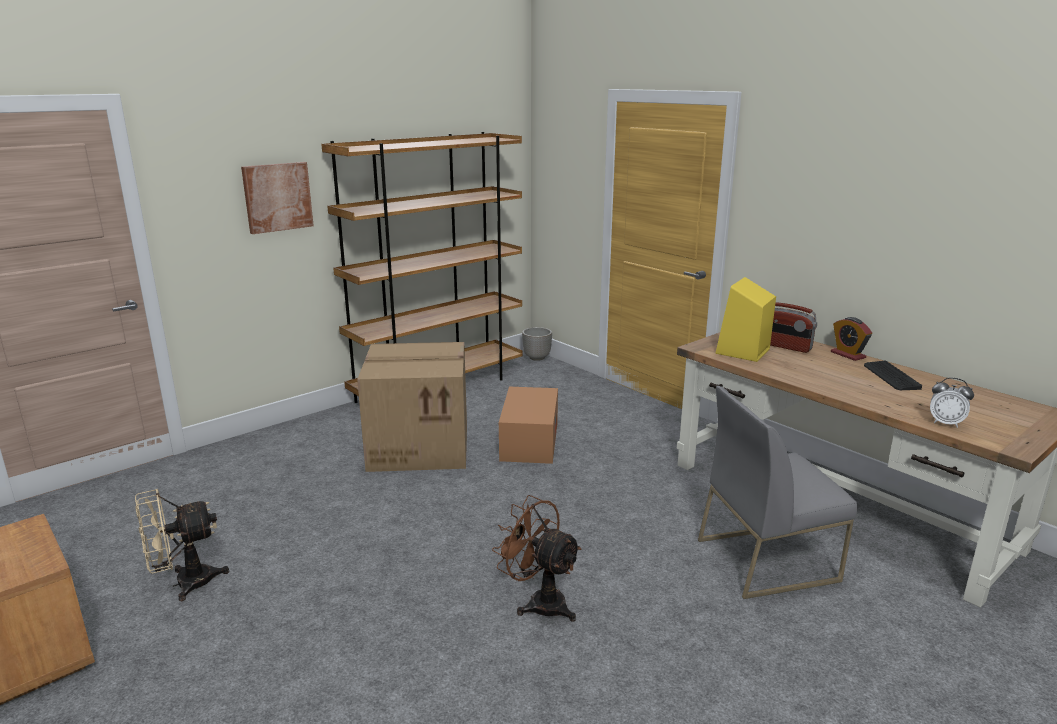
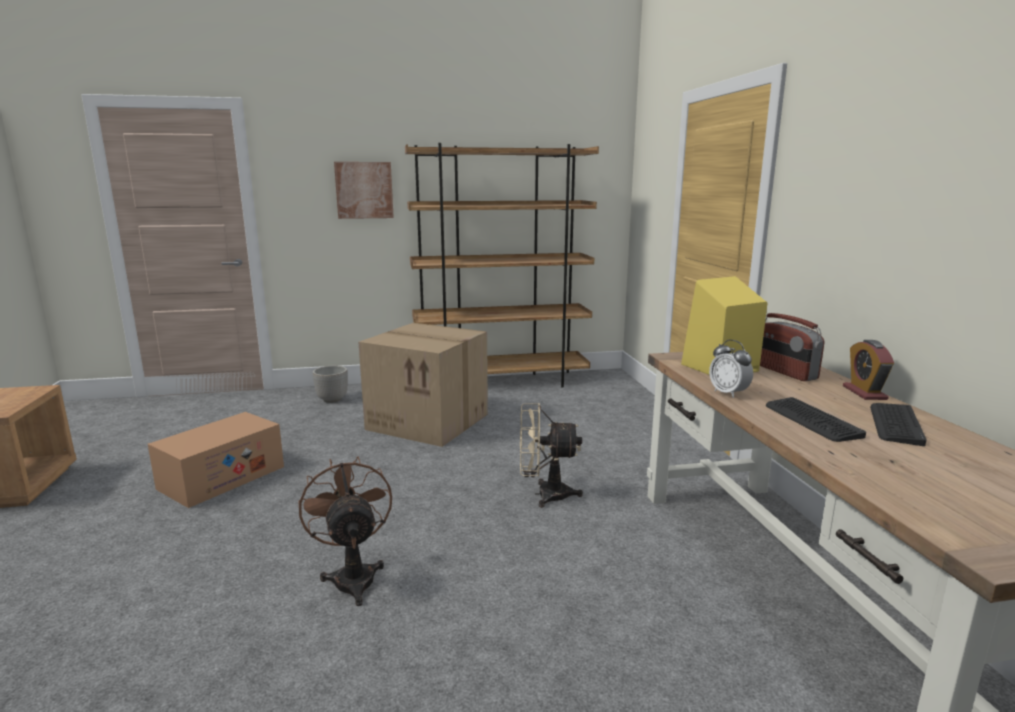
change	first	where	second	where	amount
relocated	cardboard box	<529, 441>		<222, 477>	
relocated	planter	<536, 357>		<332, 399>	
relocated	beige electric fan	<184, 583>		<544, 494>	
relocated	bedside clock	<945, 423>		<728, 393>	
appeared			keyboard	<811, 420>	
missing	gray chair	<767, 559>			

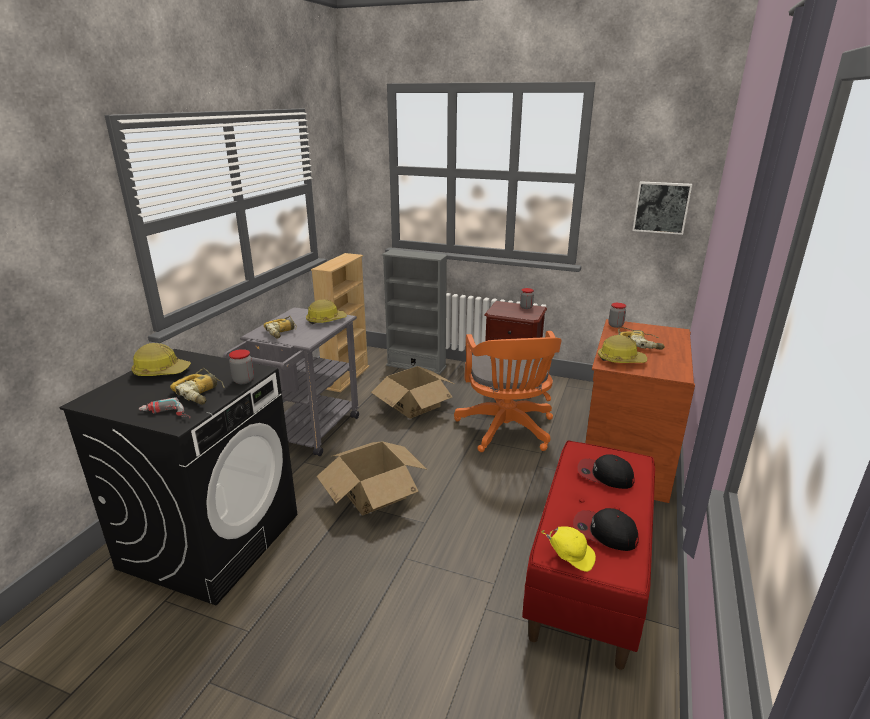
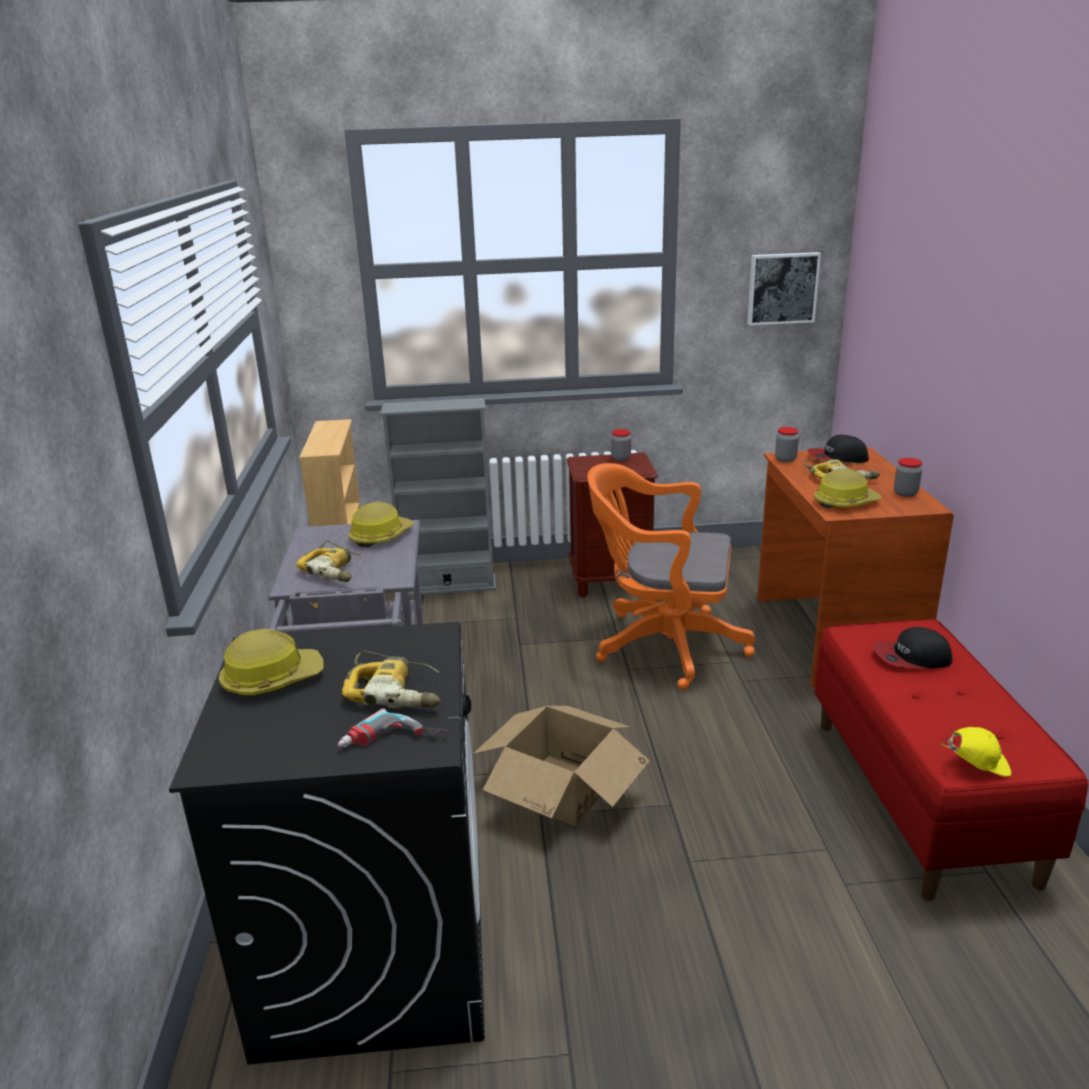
change	first	where	second	where	amount
spun	orange-coloured computer chair	<507, 431>		<662, 645>	135 degrees clockwise
relocated	baseball cap	<604, 532>		<837, 458>	
relocated	preserve jar	<243, 380>		<905, 493>	
missing	cardboard box	<414, 405>			

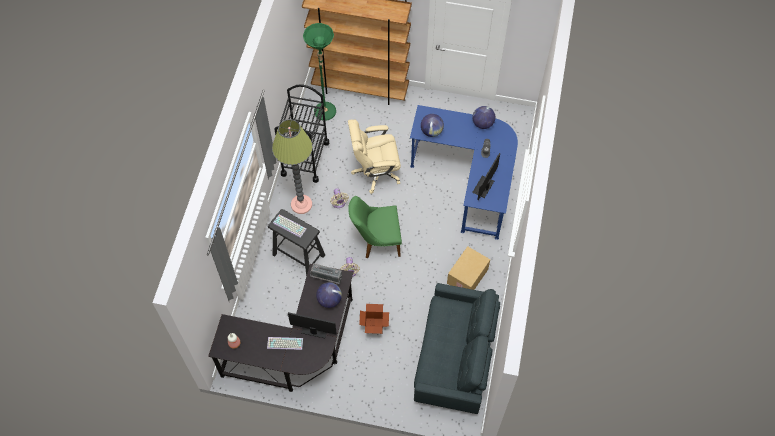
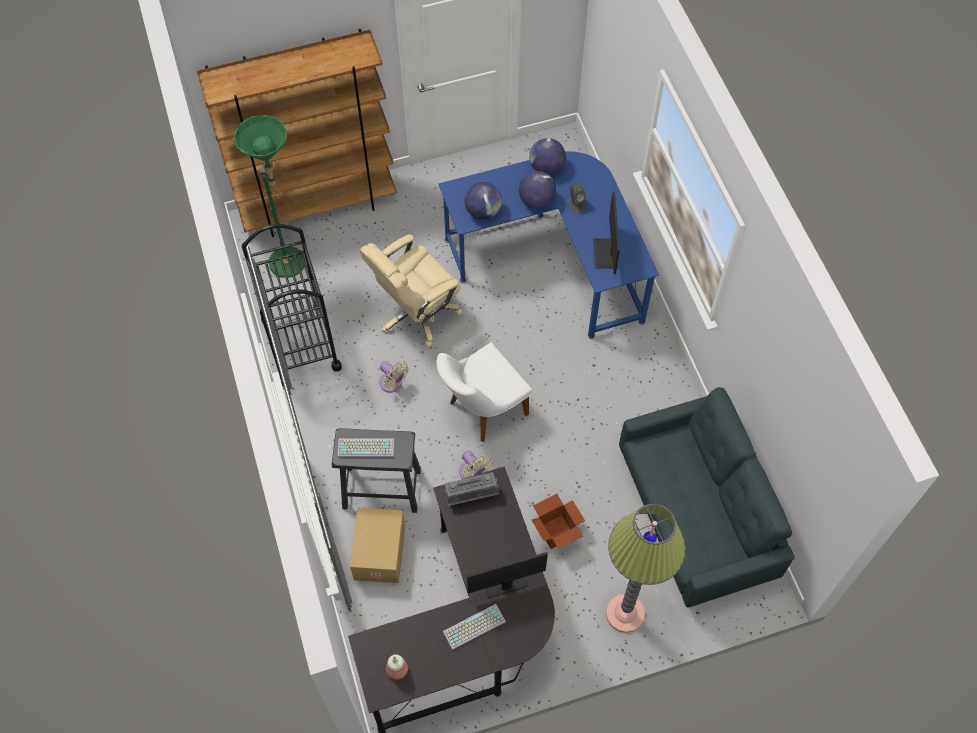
change	first	where	second	where	amount
relocated	cardboard box	<467, 277>		<380, 552>	
colour	green chair	<376, 241>	white-coloured chair	<481, 411>	
relocated	world globe	<329, 300>		<536, 200>	
relocated	floor lamp	<301, 204>		<625, 614>	

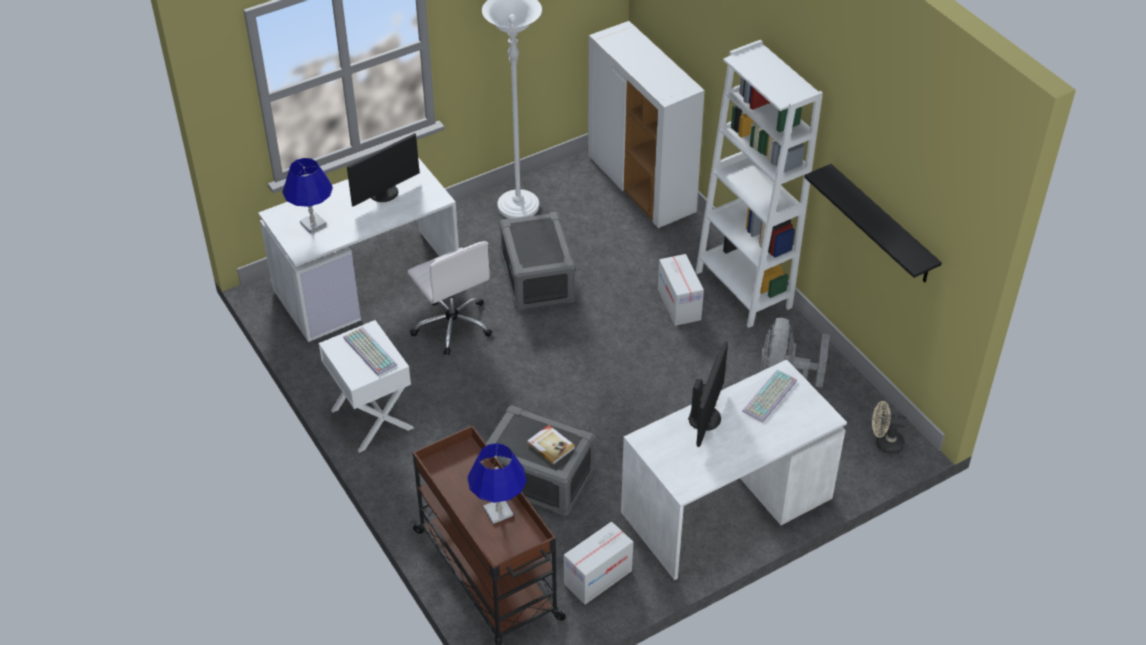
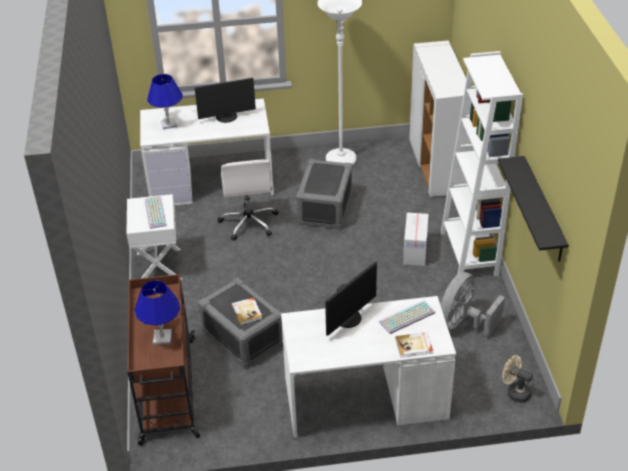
change	first	where	second	where	amount
appeared			book	<414, 346>	
missing	cardboard box	<598, 577>			

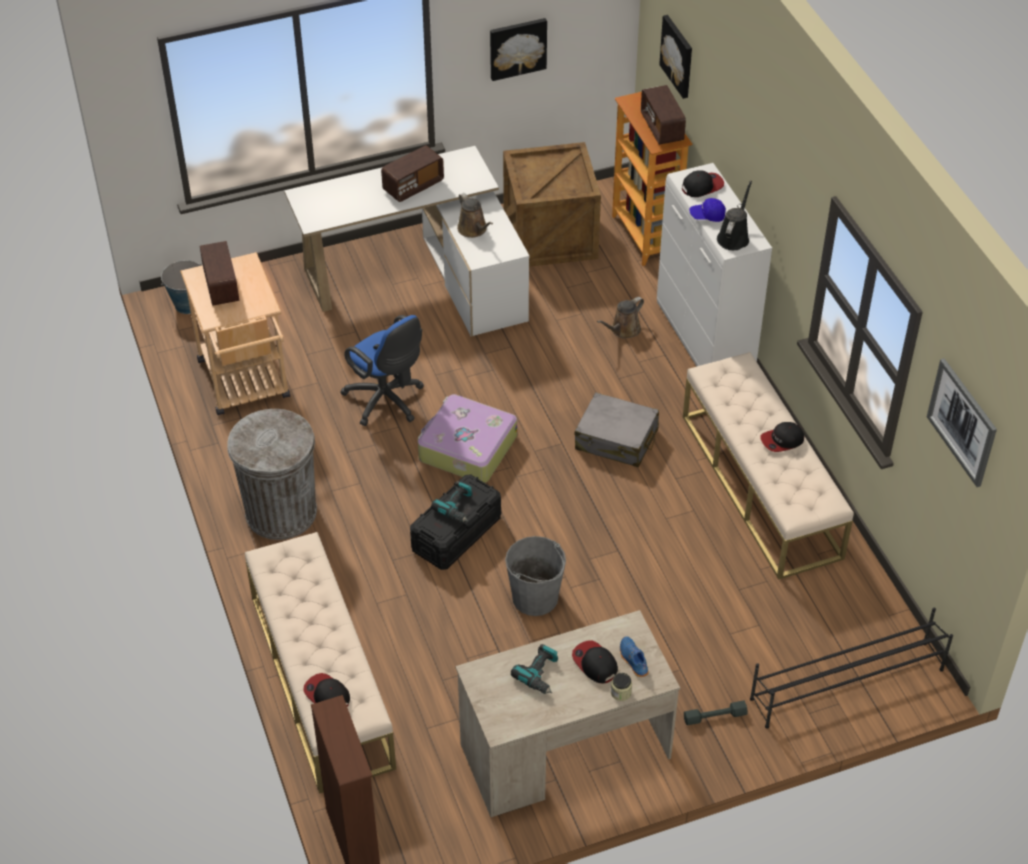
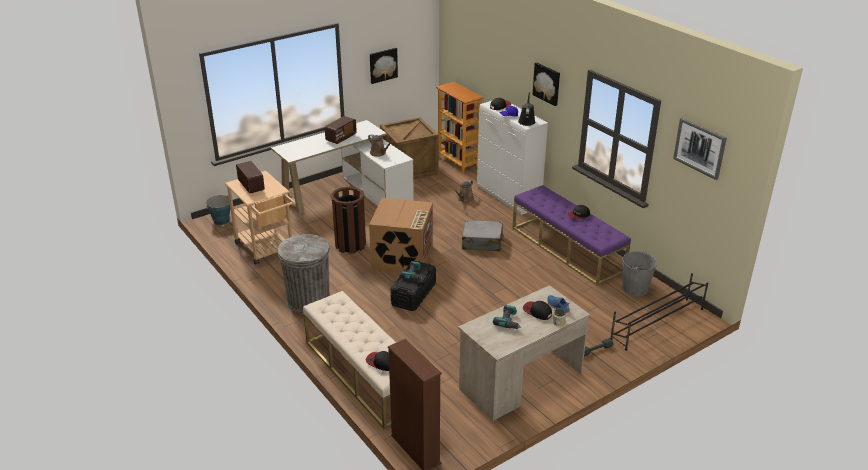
change	first	where	second	where	amount
exchanged	blue-coloured computer chair	<387, 402>	brown-coloured rubbish bin	<350, 245>	
exchanged	suitcase	<466, 448>	cardboard box	<403, 257>	
colour	beige indoor bench	<761, 486>	purple indoor bench	<567, 249>	
relocated	wall picture	<678, 56>		<547, 83>	
relocated	gray pail	<535, 597>		<635, 288>	
missing	radio	<662, 128>			

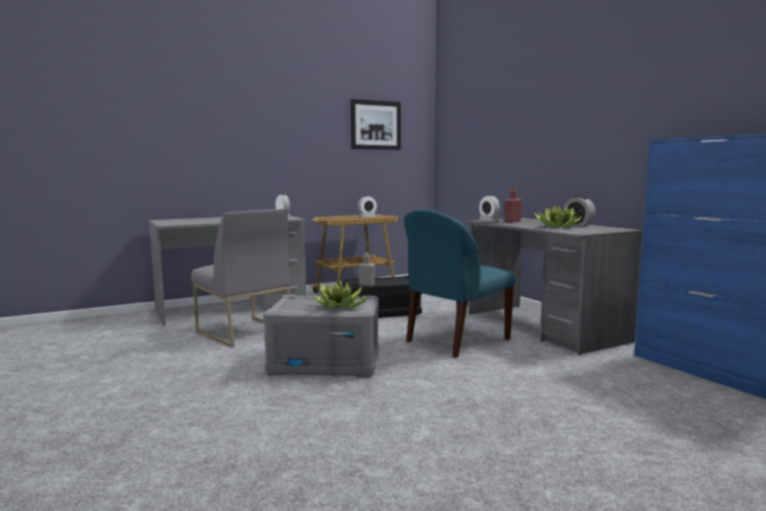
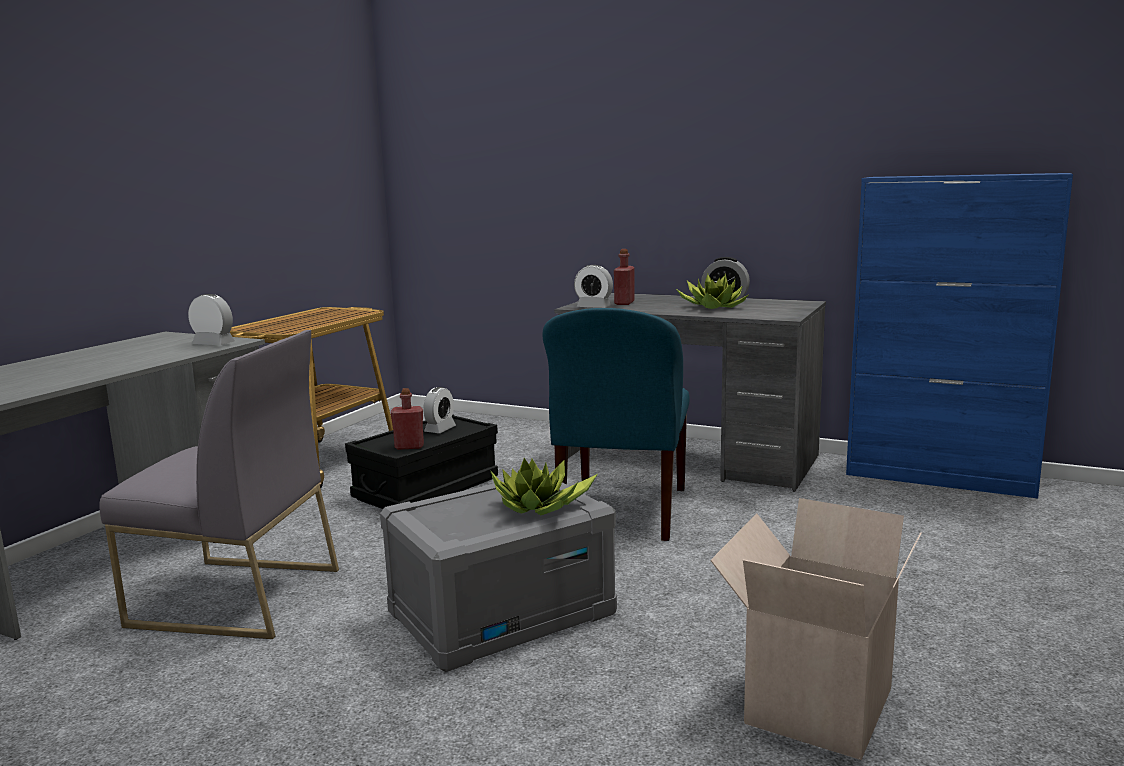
change	first	where	second	where	amount
colour	gray bottle	<366, 285>	red-coloured bottle	<409, 447>	
relocated	bedside clock	<367, 217>		<440, 429>	
appeared			cardboard box	<815, 703>	
missing	wall picture	<375, 125>			

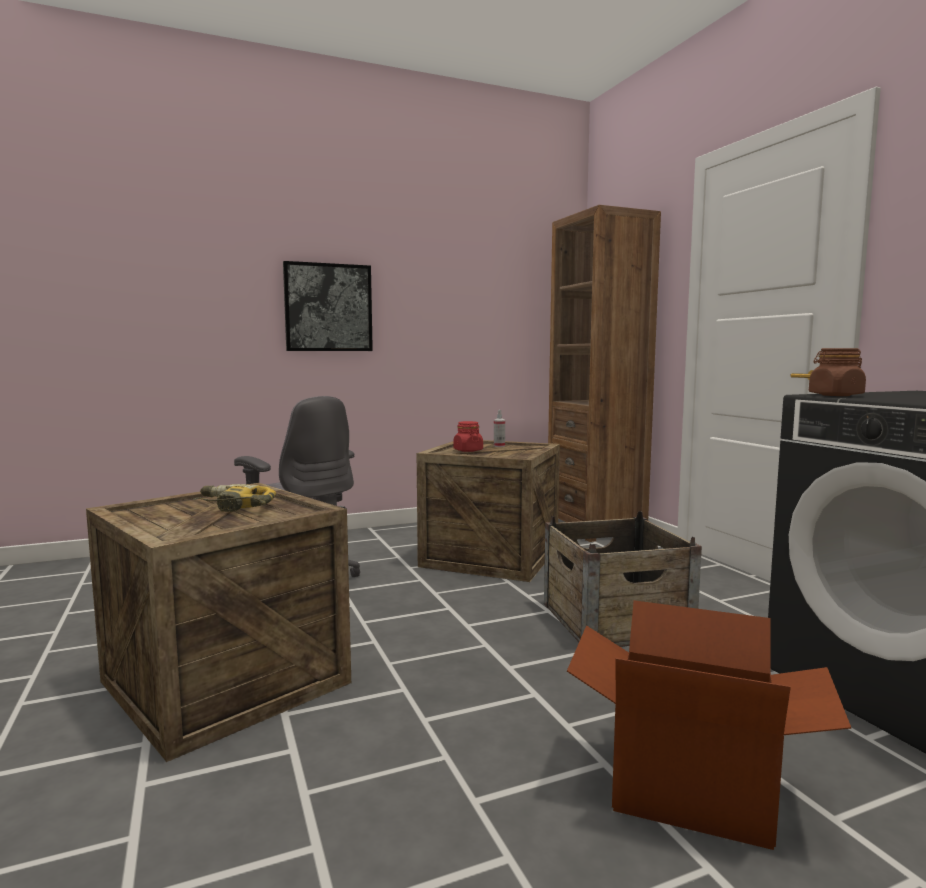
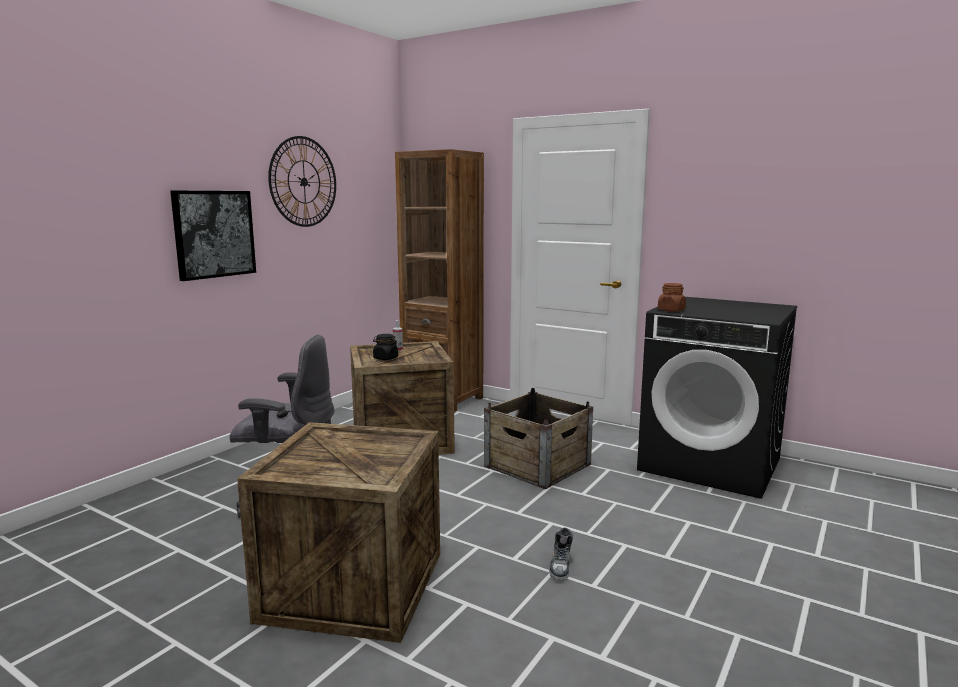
change	first	where	second	where	amount
appeared			wall clock	<303, 182>	
colour	red-coloured preserve jar	<468, 450>	blackish preserve jar	<385, 358>	
appeared			shoe	<561, 566>	
missing	drill	<232, 507>			
missing	cardboard box	<691, 787>			

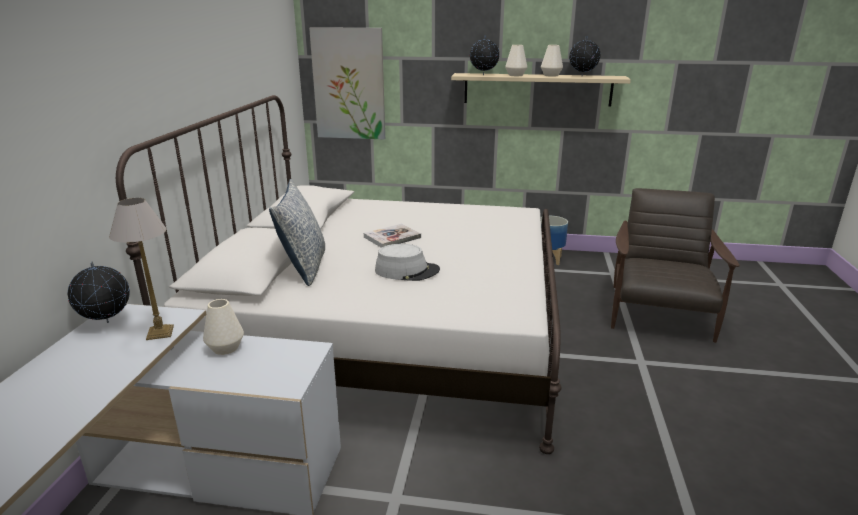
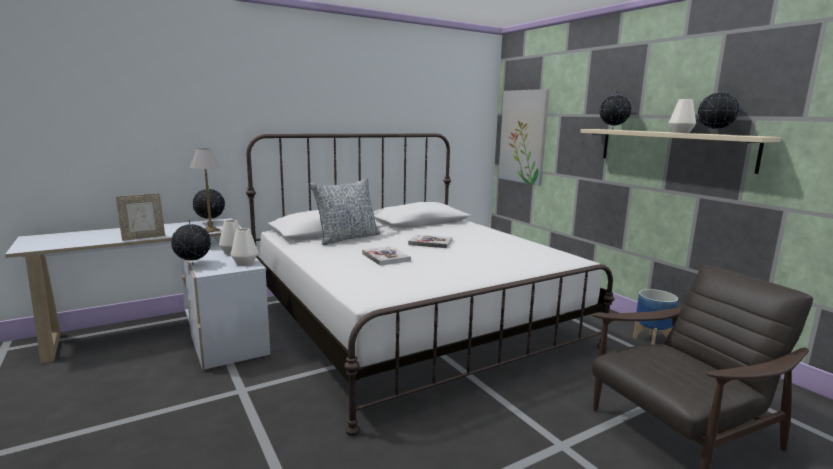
change	first	where	second	where	amount
appeared			photo frame	<143, 237>	
appeared			world globe	<193, 264>	
relocated	white-coloured flower vase	<515, 75>		<245, 262>	
exchanged	gray hat	<407, 271>	book	<386, 257>	

